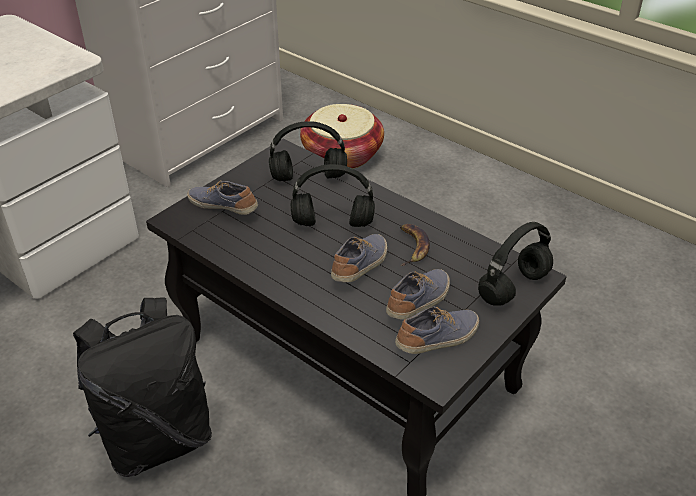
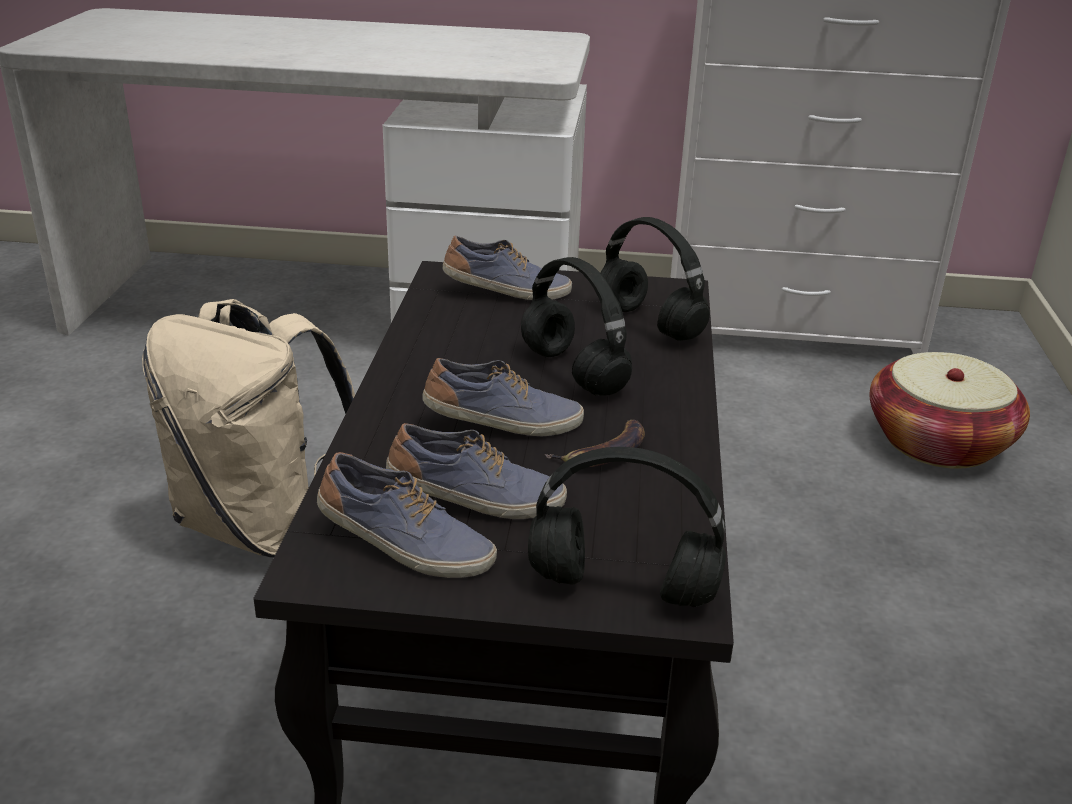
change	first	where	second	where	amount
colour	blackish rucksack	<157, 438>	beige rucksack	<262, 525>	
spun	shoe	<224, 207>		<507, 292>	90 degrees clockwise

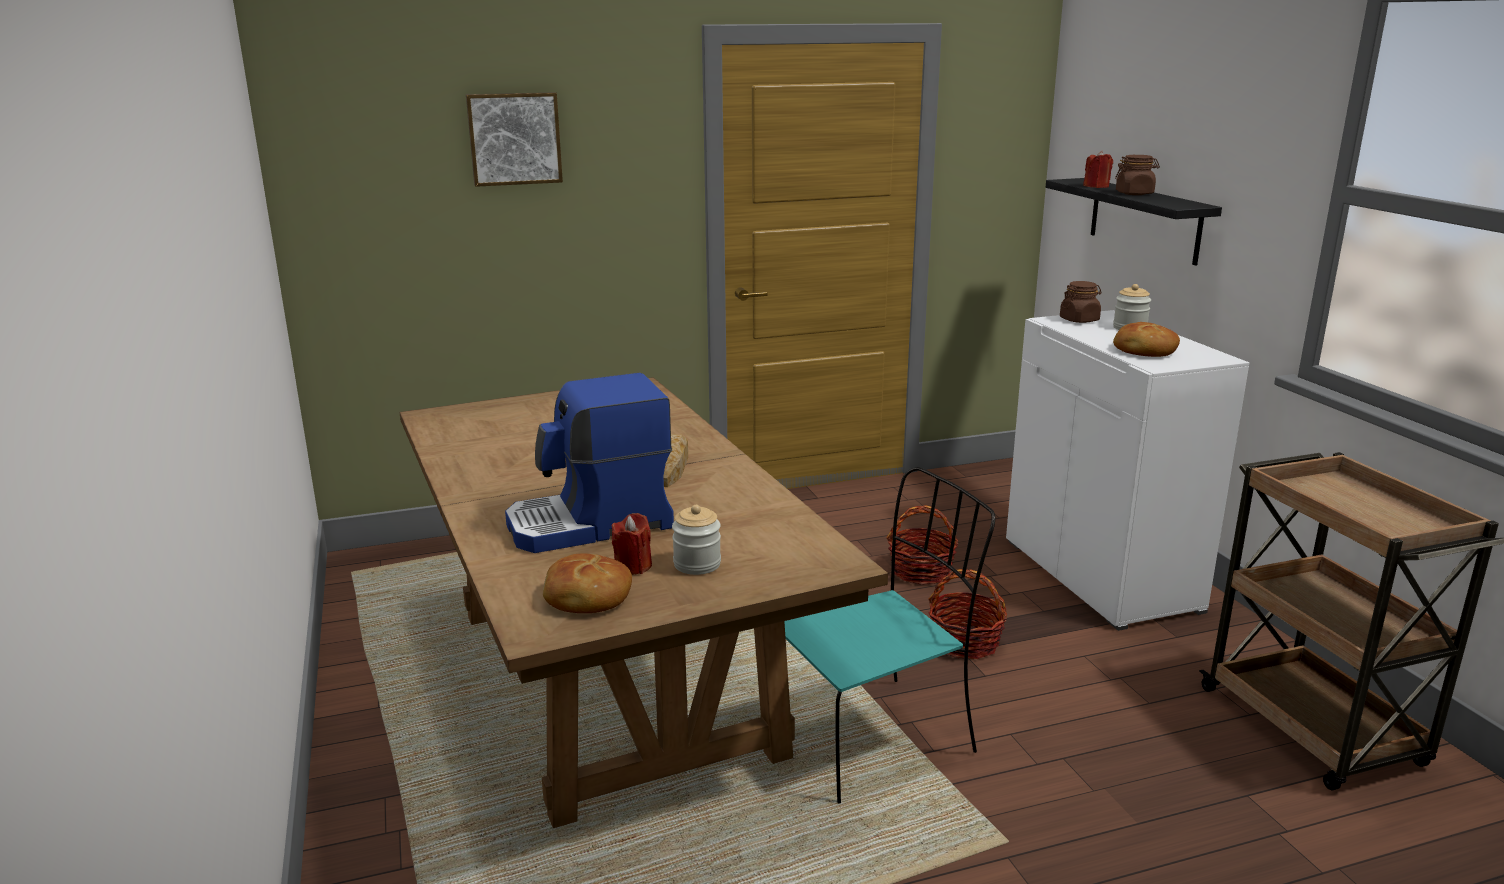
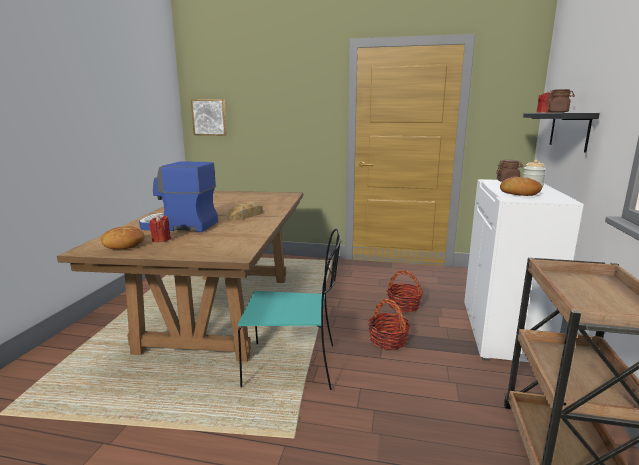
change	first	where	second	where	amount
relocated	wall picture	<514, 138>		<210, 117>	
missing	preserve jar	<697, 564>			

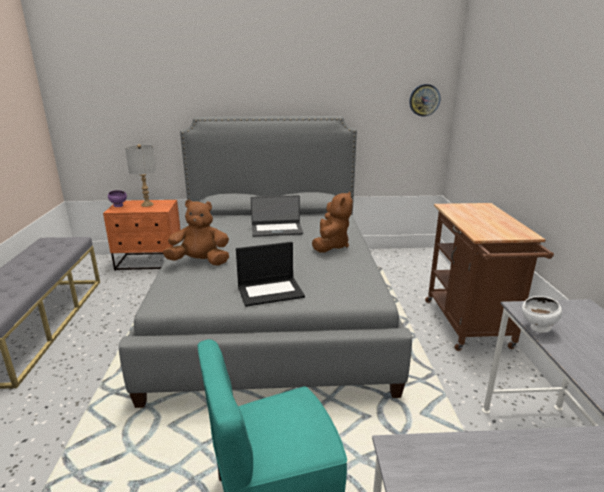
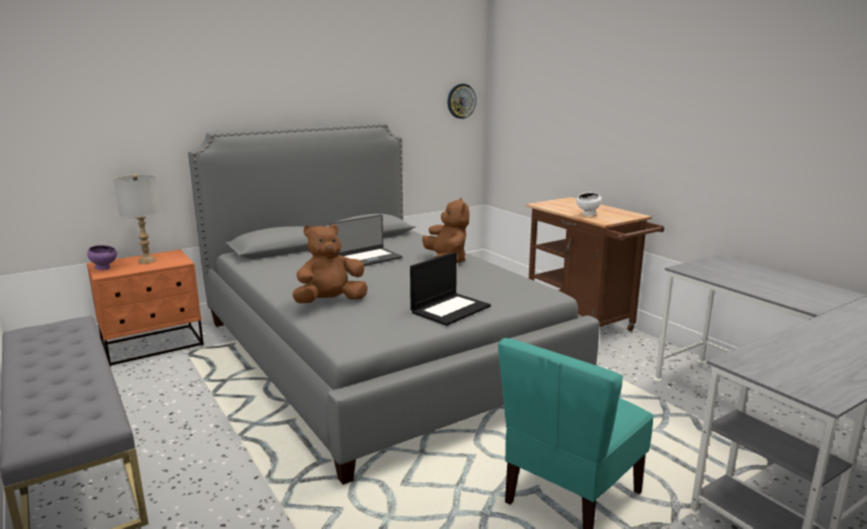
change	first	where	second	where	amount
relocated	white-coloured serving bowl	<537, 329>		<588, 215>	

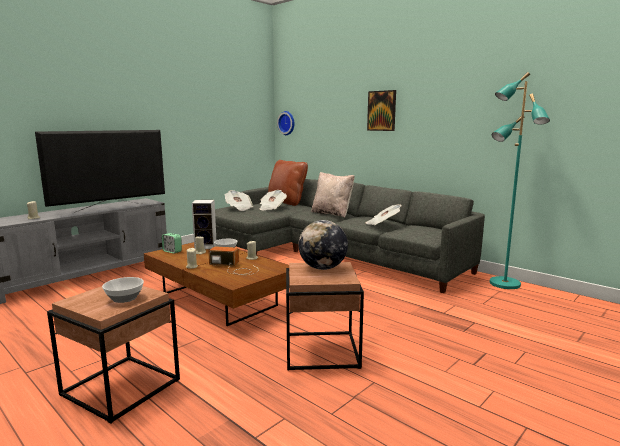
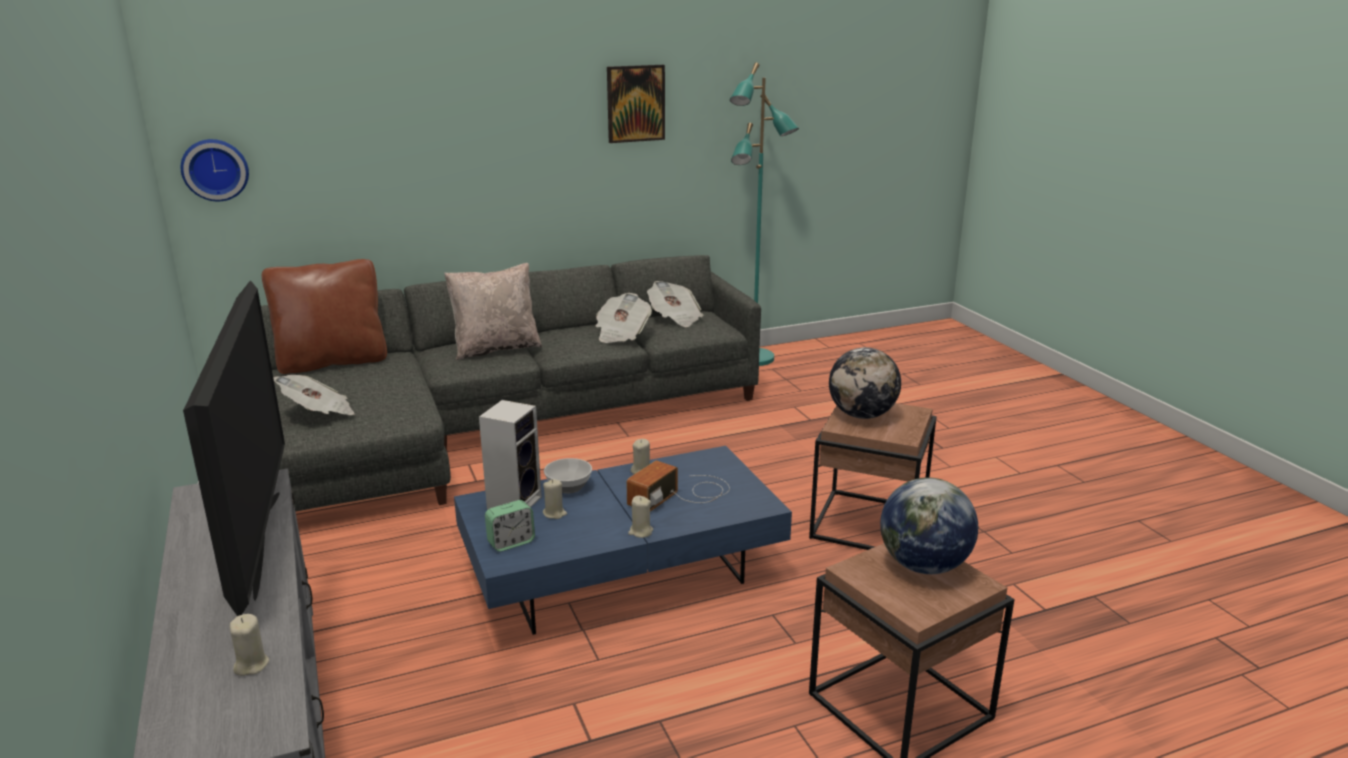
change	first	where	second	where	amount
colour	brown-coloured low table	<219, 299>	blue-coloured low table	<622, 573>	
relocated	wall picture	<381, 111>		<635, 103>	
relocated	newspaper	<271, 208>		<675, 318>	
exchanged	serving bowl	<124, 298>	world globe	<923, 566>	

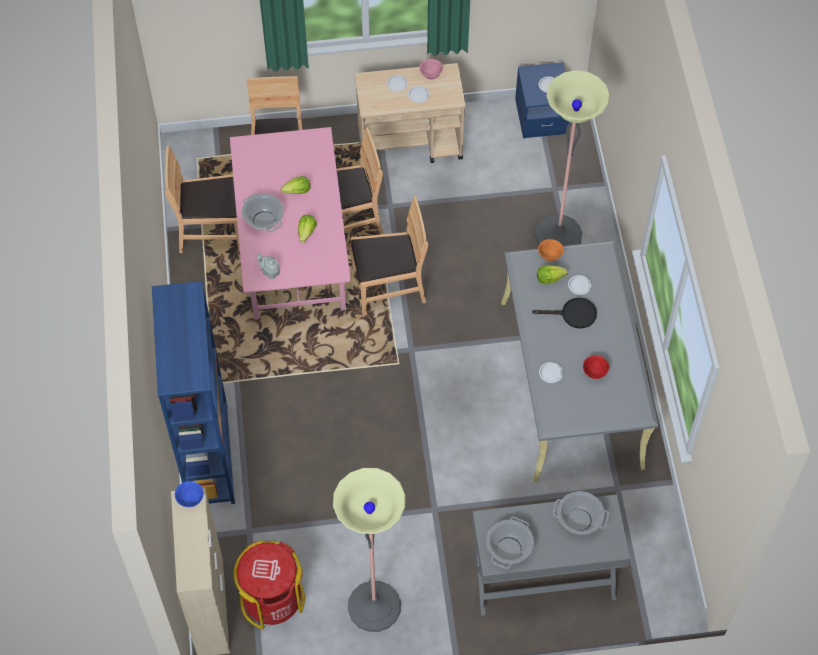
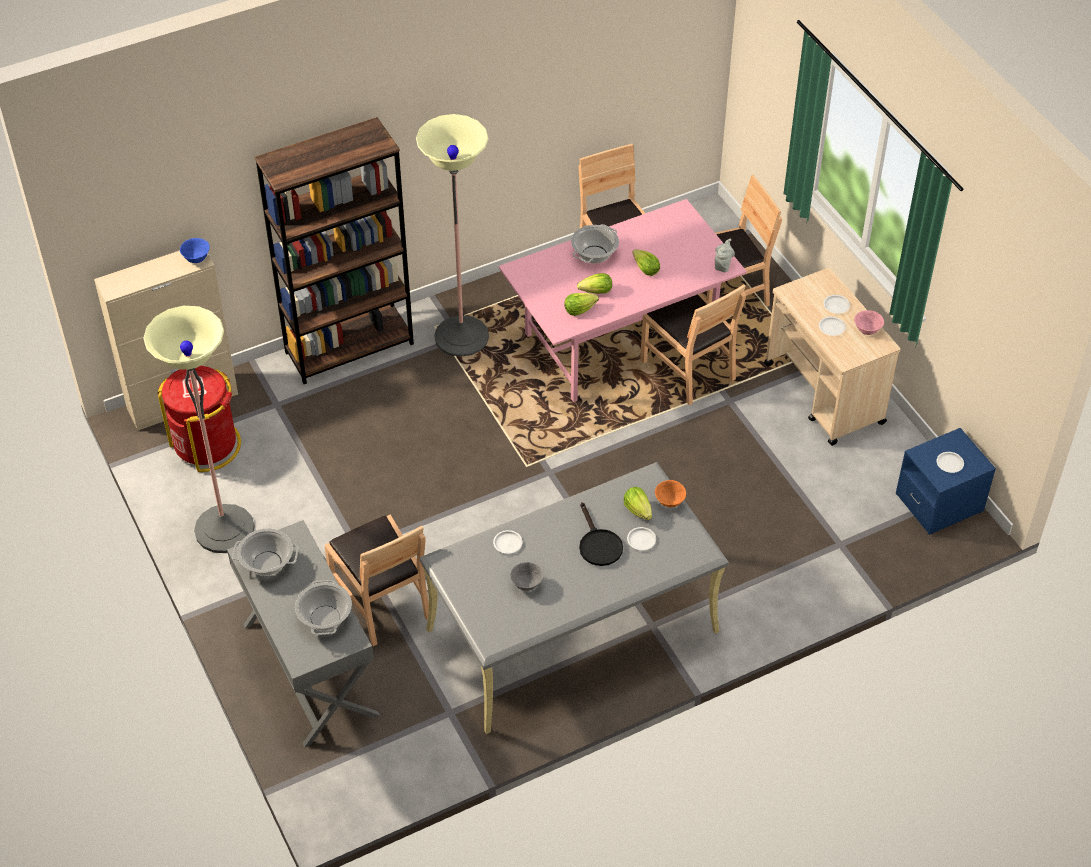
change	first	where	second	where	amount
colour	blue-coloured bookcase	<208, 456>	brown-coloured bookcase	<349, 348>	
relocated	brown-coloured chair	<388, 287>		<382, 602>	
relocated	floor lamp	<558, 235>		<461, 337>	
colour	red-coloured serving bowl	<594, 373>	gray serving bowl	<526, 584>	
appeared			lettuce head	<579, 310>	
relocated	gray teapot	<269, 272>		<723, 265>	

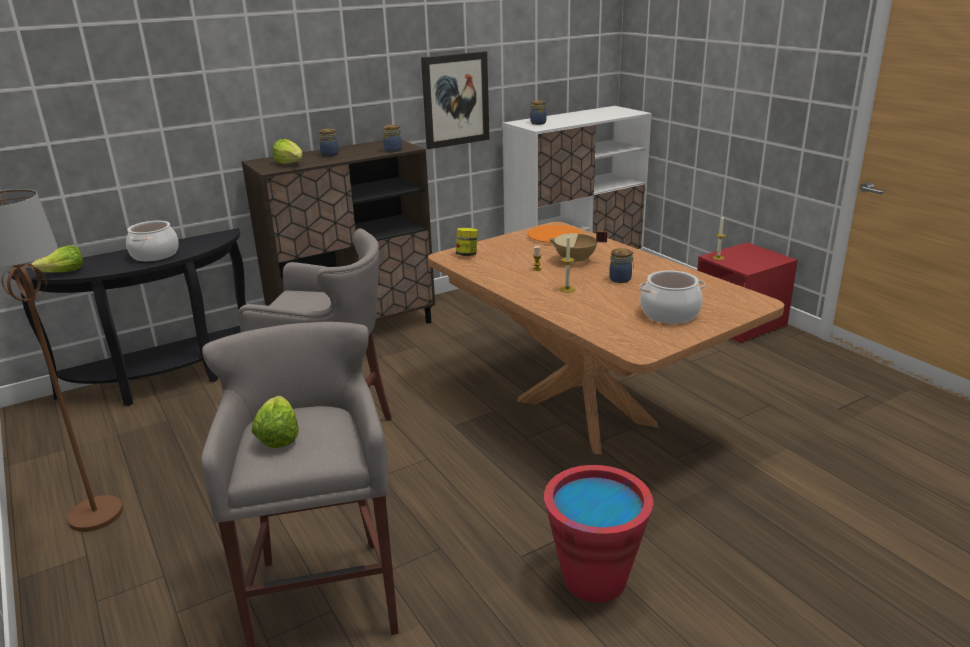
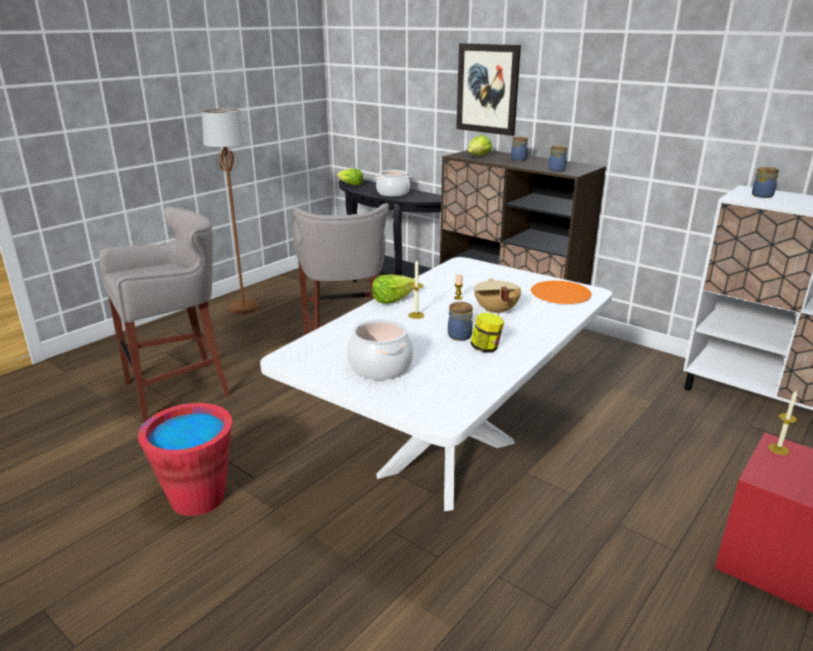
change	first	where	second	where	amount
colour	brown-coloured dinner table	<585, 411>	white-coloured dinner table	<449, 458>	
relocated	lettuce head	<278, 436>		<392, 299>	
relocated	wall picture	<455, 100>		<487, 89>	
relocated	preserve jar	<467, 255>		<486, 348>	

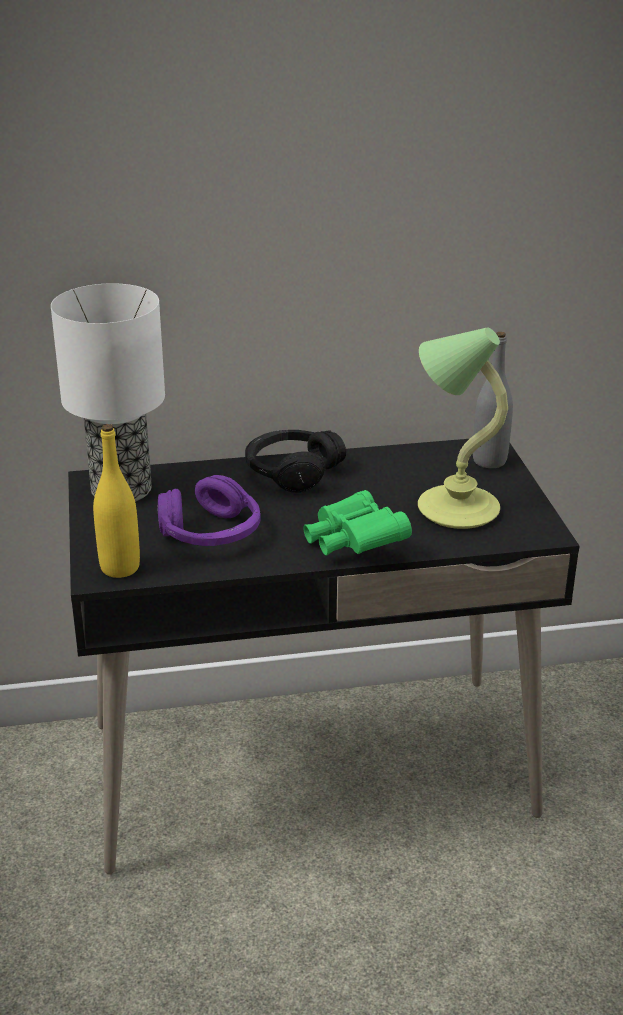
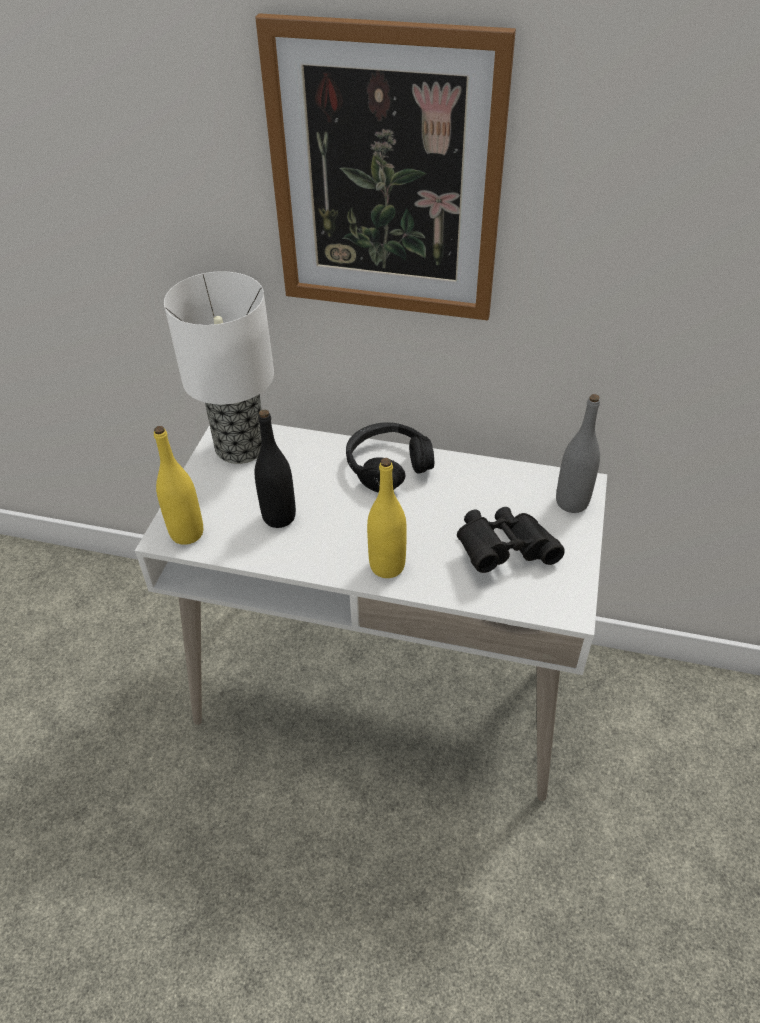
change	first	where	second	where	amount
colour	blackish desk unit	<310, 769>	white-coloured desk unit	<384, 684>	
appeared			wall picture	<385, 179>	
exchanged	purple headset	<211, 533>	blackish bottle	<279, 517>	
exchanged	green binoculars	<353, 543>	yellow bottle	<387, 566>	
exchanged	tabletop lamp	<455, 508>	blackish binoculars	<503, 551>	

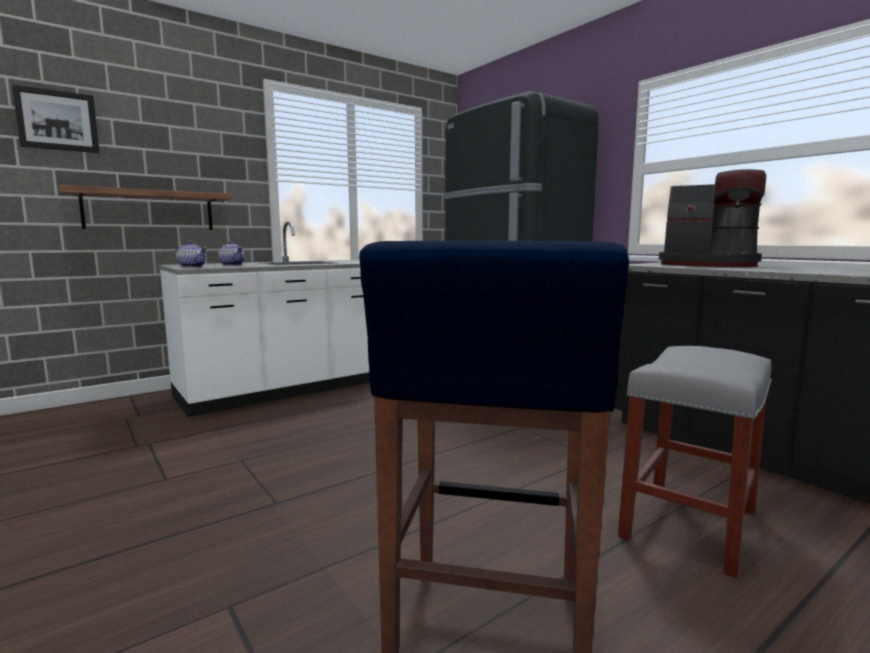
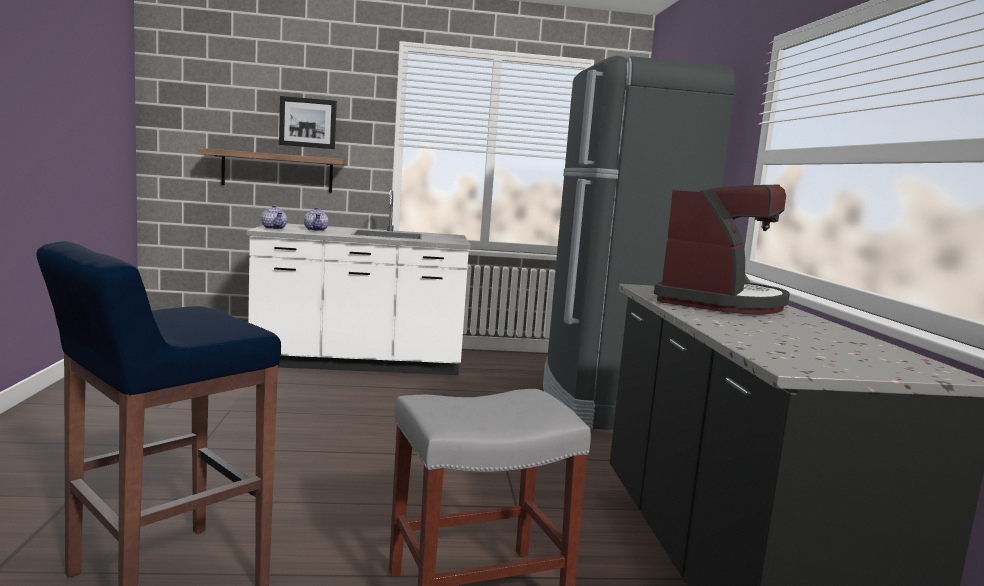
change	first	where	second	where	amount
relocated	wall picture	<57, 120>		<308, 123>	
spun	coffee brewer	<708, 265>		<719, 302>	120 degrees counterclockwise

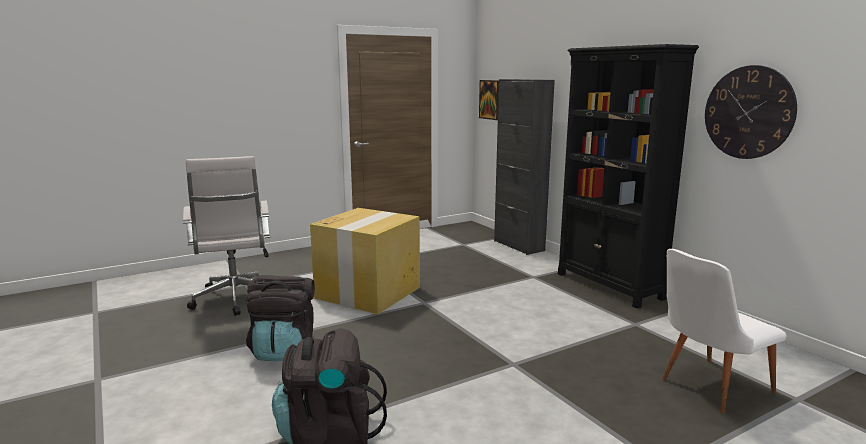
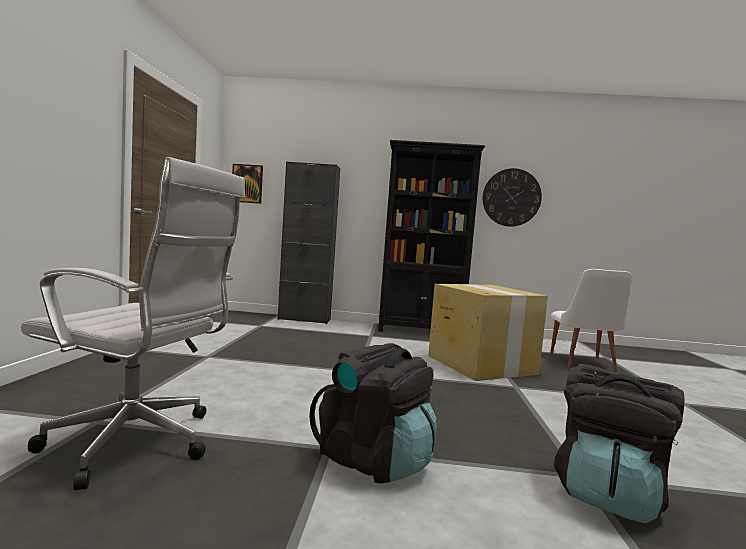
change	first	where	second	where	amount
relocated	cardboard box	<369, 292>		<480, 364>	

